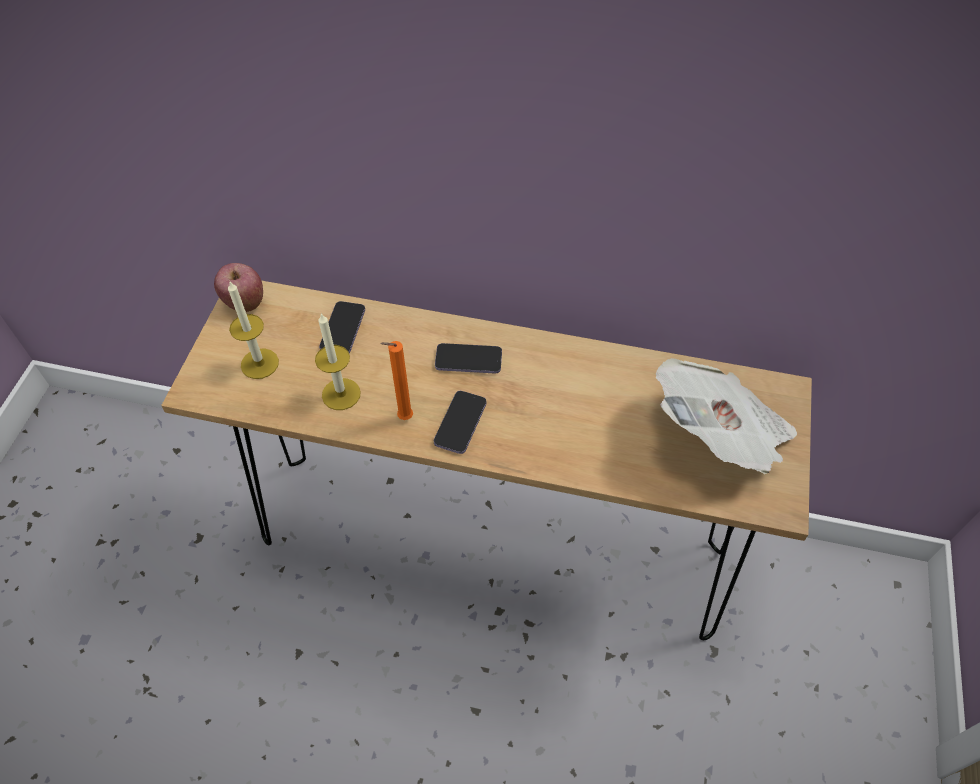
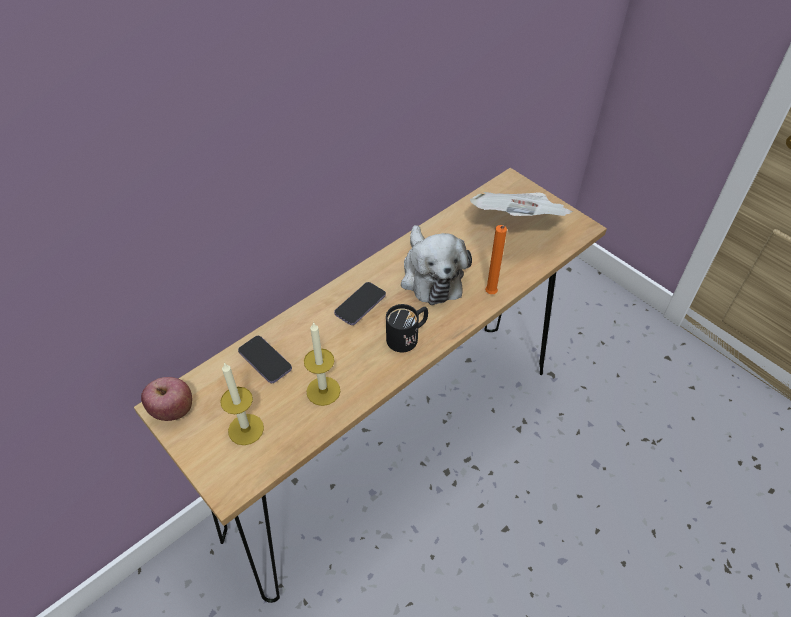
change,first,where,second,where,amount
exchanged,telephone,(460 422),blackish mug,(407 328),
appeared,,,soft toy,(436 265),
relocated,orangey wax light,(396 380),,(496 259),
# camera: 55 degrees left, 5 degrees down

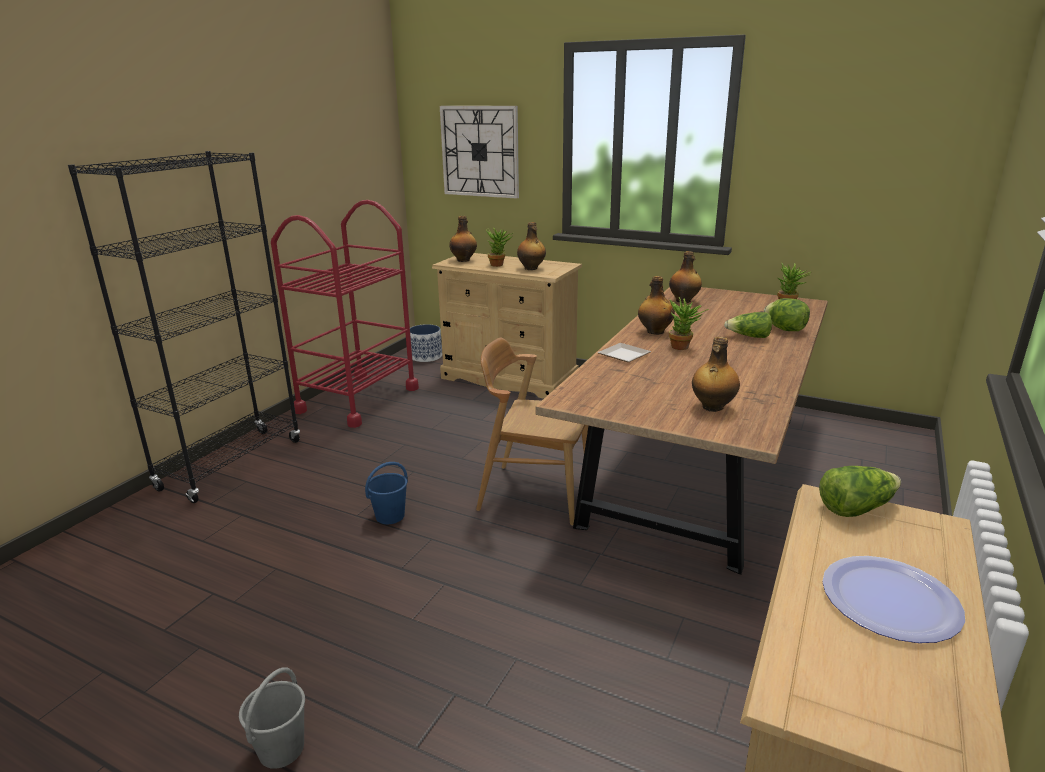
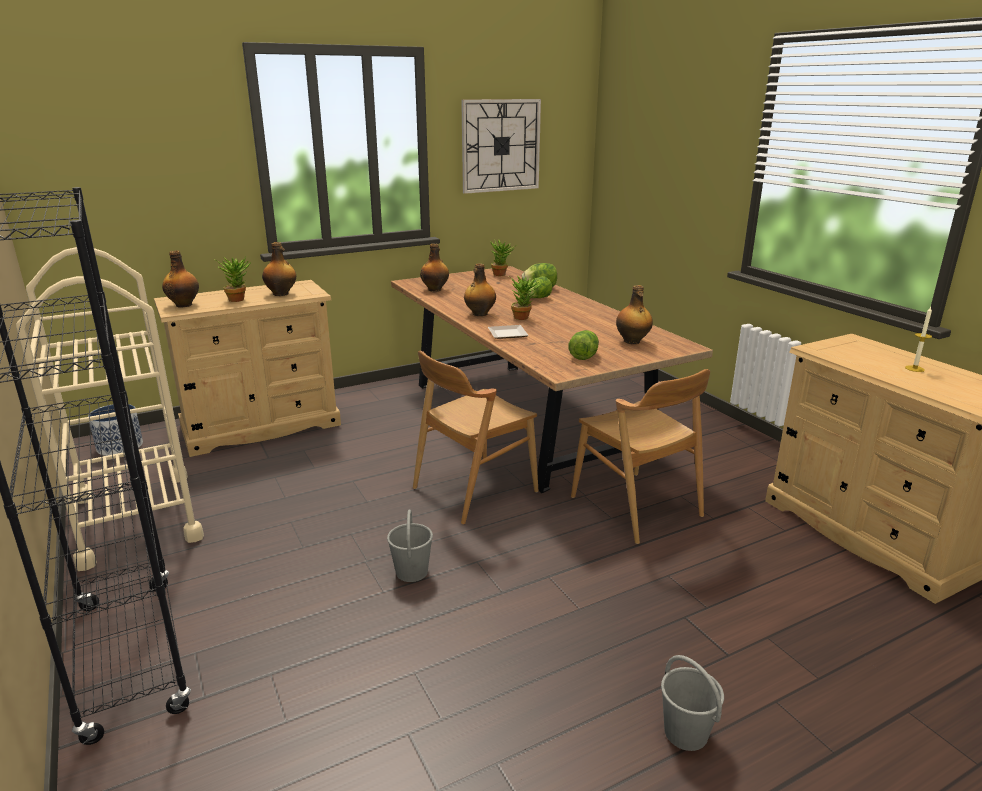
change,first,where,second,where,amount
colour,red-coloured trolley,(345 314),beige trolley,(110 409),
colour,blue bucket,(386 493),greyish bucket,(410 546),
relocated,clock on the wall,(479 152),,(501 146),
relocated,lettuce,(860 491),,(584 345),
appeared,,,brown plain chair,(640 456),
exchanged,flat dish,(894 599),wax light,(918 339),
# camera: 55 degrees left, 0 degrees up

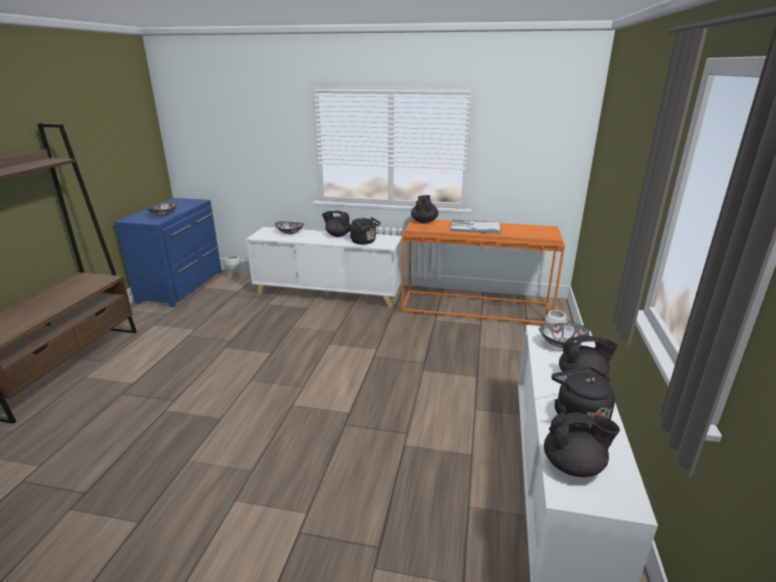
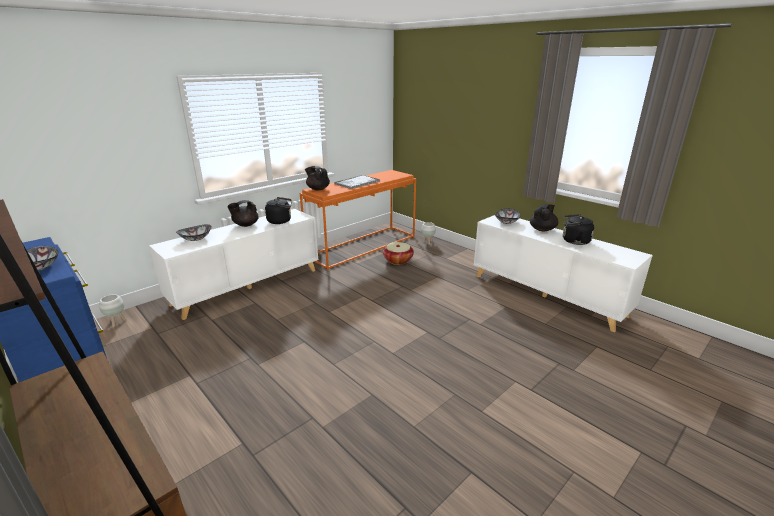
change,first,where,second,where,amount
appeared,,,basket,(398 253),
missing,blackish teapot,(582 445),,,
# camera: 55 degrees left, 0 degrees up

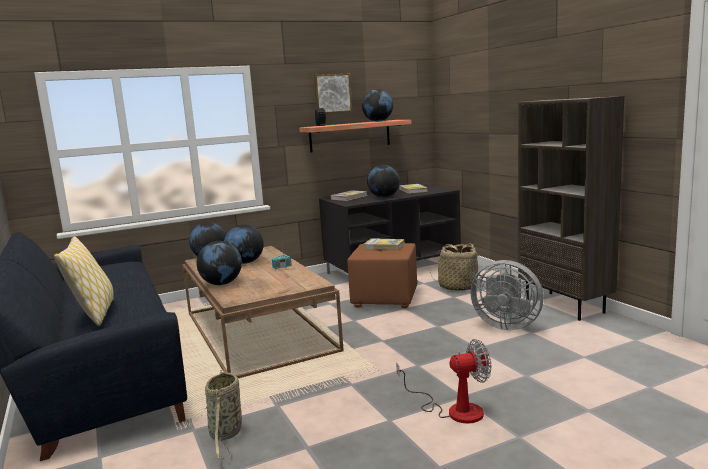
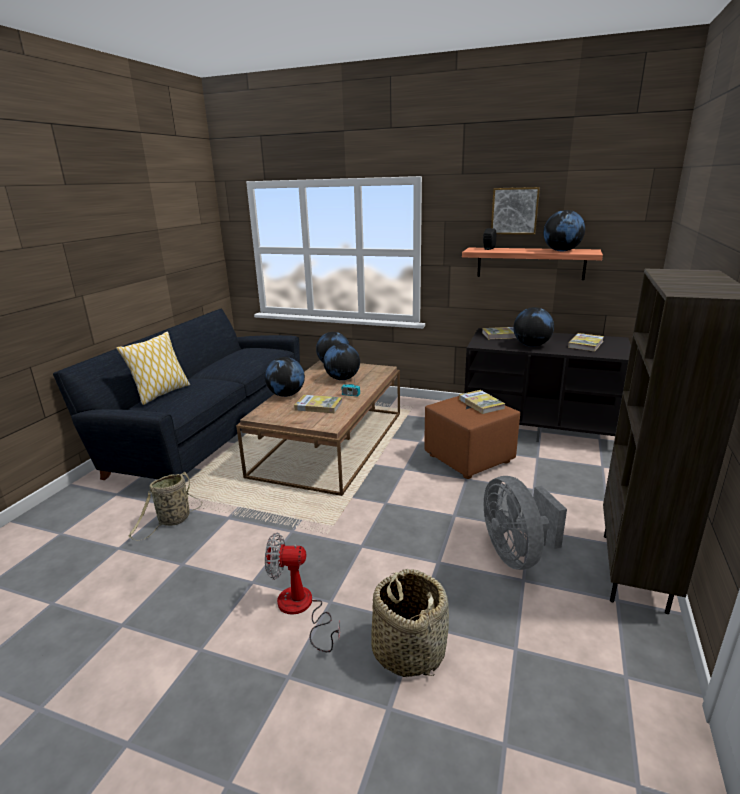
change,first,where,second,where,amount
spun,electric fan,(443 381),,(302 592),150 degrees clockwise
appeared,,,bound book,(318 404),
relocated,basket,(455 267),,(410 623),
# camera: 45 degrees right, 10 degrees up

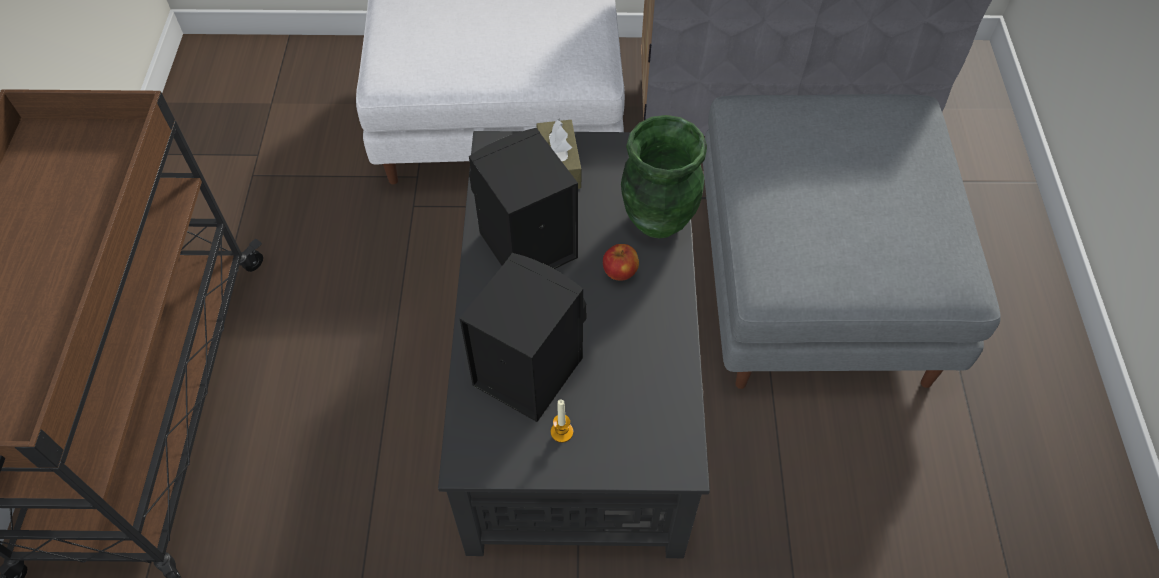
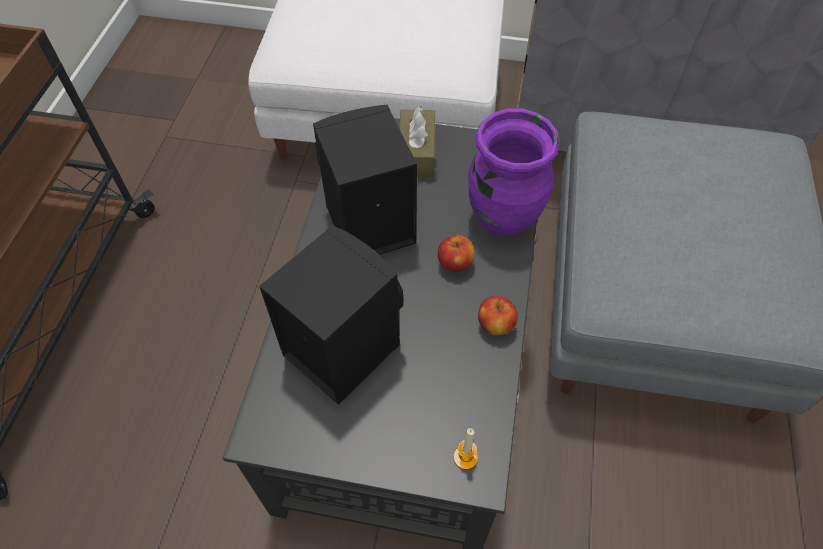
change,first,where,second,where,amount
relocated,wax light,(562 421),,(465 449),
colour,greenish flower vase,(664 176),purple flower vase,(514 172),
appeared,,,whole apple,(498 315),
# camera: 10 degrees right, 0 degrees up

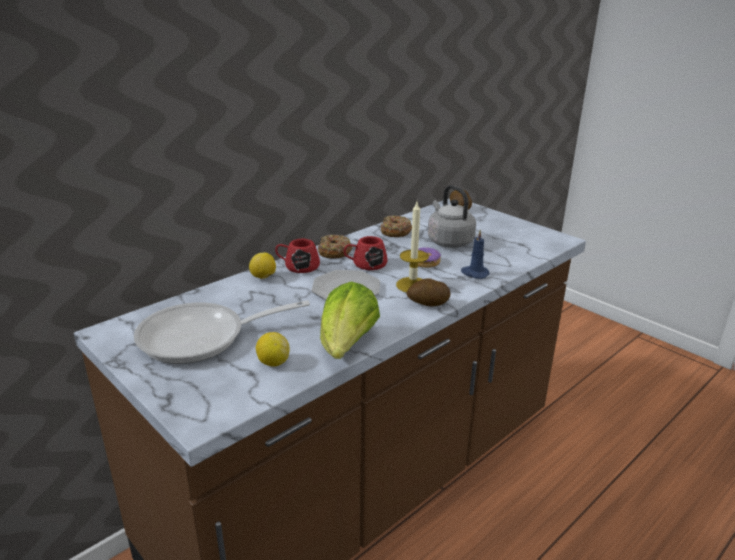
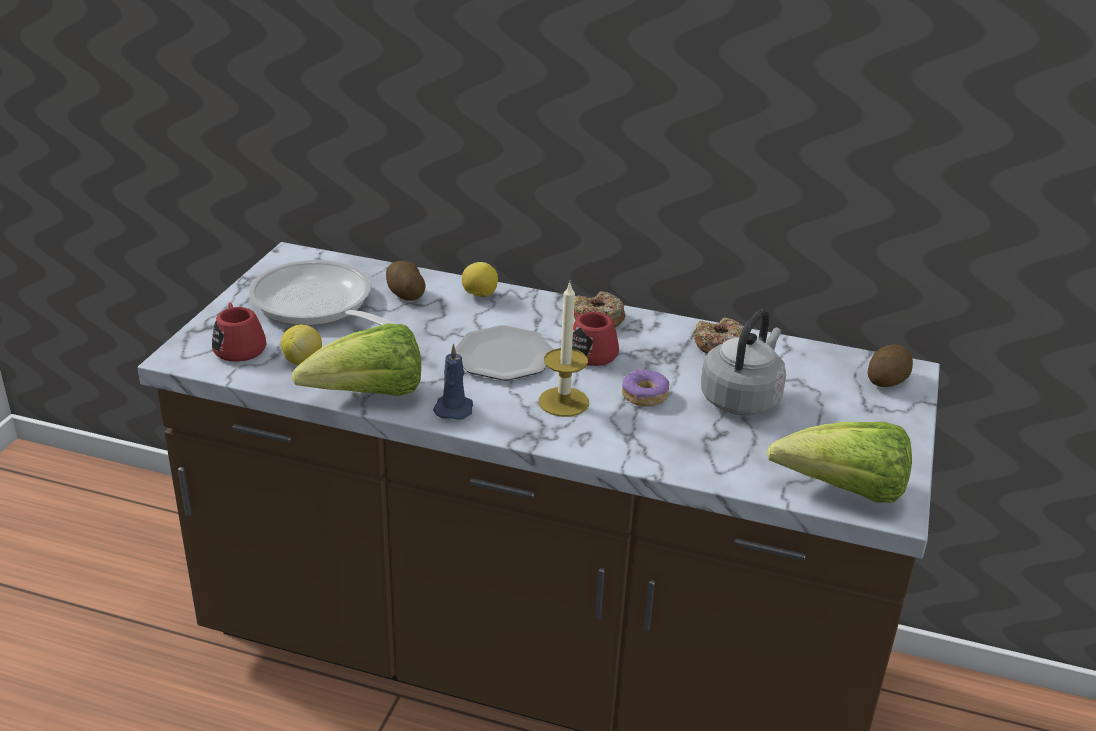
change,first,where,second,where,amount
relocated,red-coloured mug,(297 256),,(239 332),
relocated,potato,(428 292),,(405 281),
relocated,blue wax light,(475 254),,(453 381),
appeared,,,lettuce,(839 462),
# camera: 60 degrees right, 5 degrees up

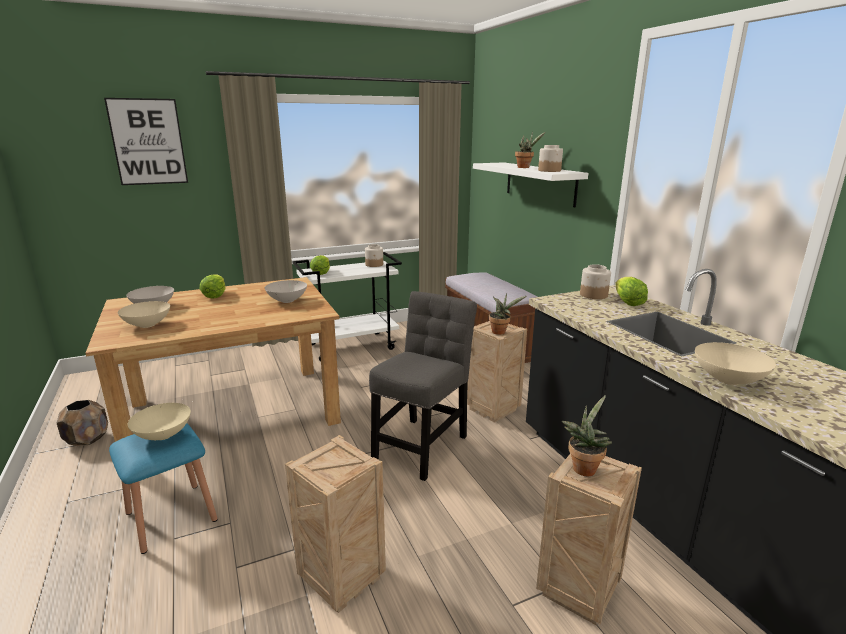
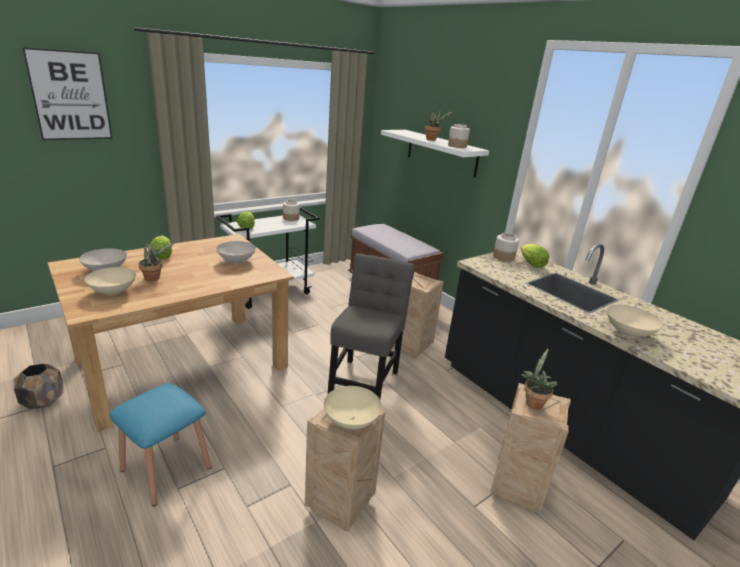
change,first,where,second,where,amount
relocated,potted plant,(507 314),,(156 261),
relocated,beige bowl,(159 421),,(353 408),
# camera: 15 degrees left, 5 degrees up

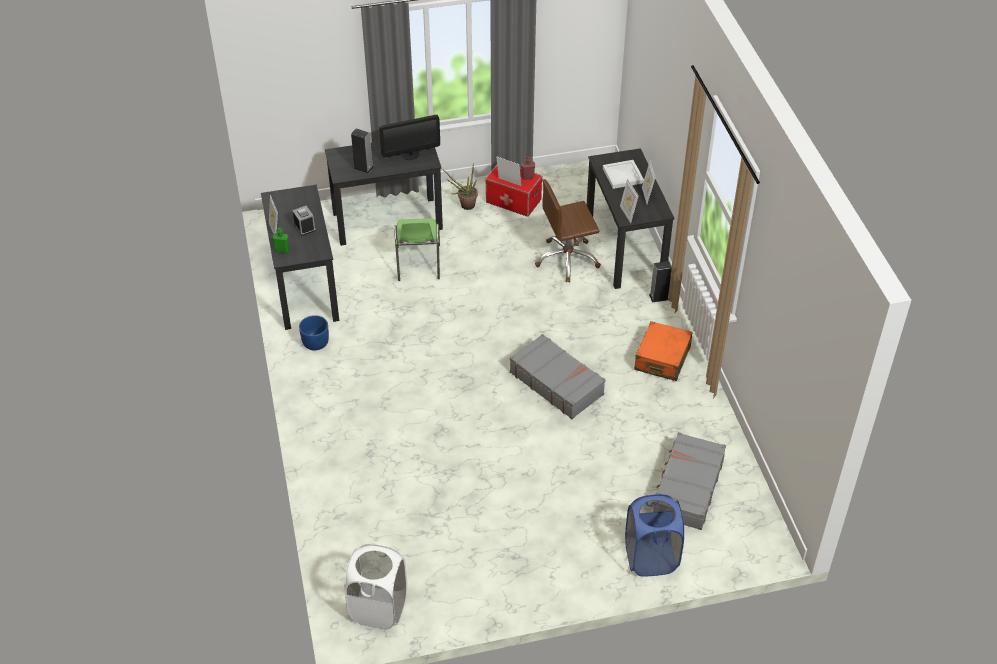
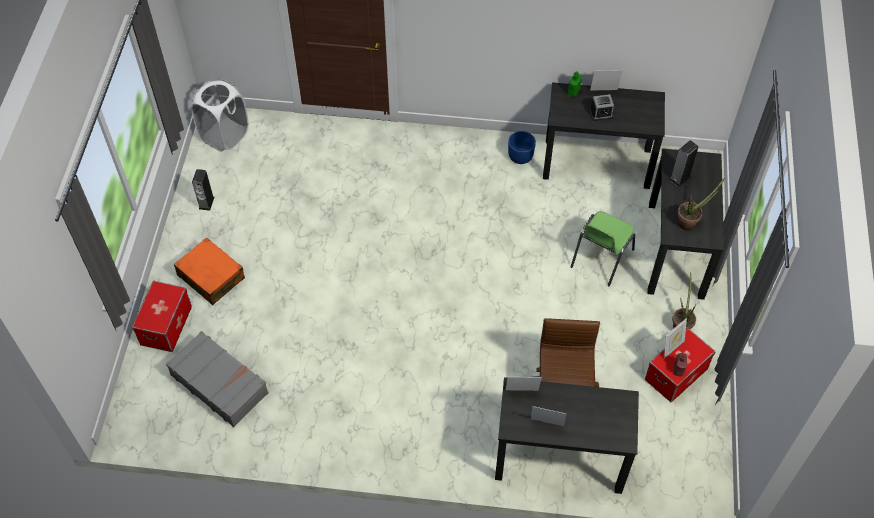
change,first,where,second,where,amount
exchanged,blue hamper,(654 535),storage container,(162 316),
relocated,orangey suitcase,(663 351),,(209 271),
relocated,speaker,(660 282),,(203 190),
spun,greenish plain chair,(417 249),,(603 248),75 degrees counterclockwise
exchanged,monitor,(409 137),potted plant,(701 204),
missing,greyish suitcase,(557 376),,,
missing,white-coloured carrying tray,(623 174),,,
# camera: 110 degrees right, 10 degrees up

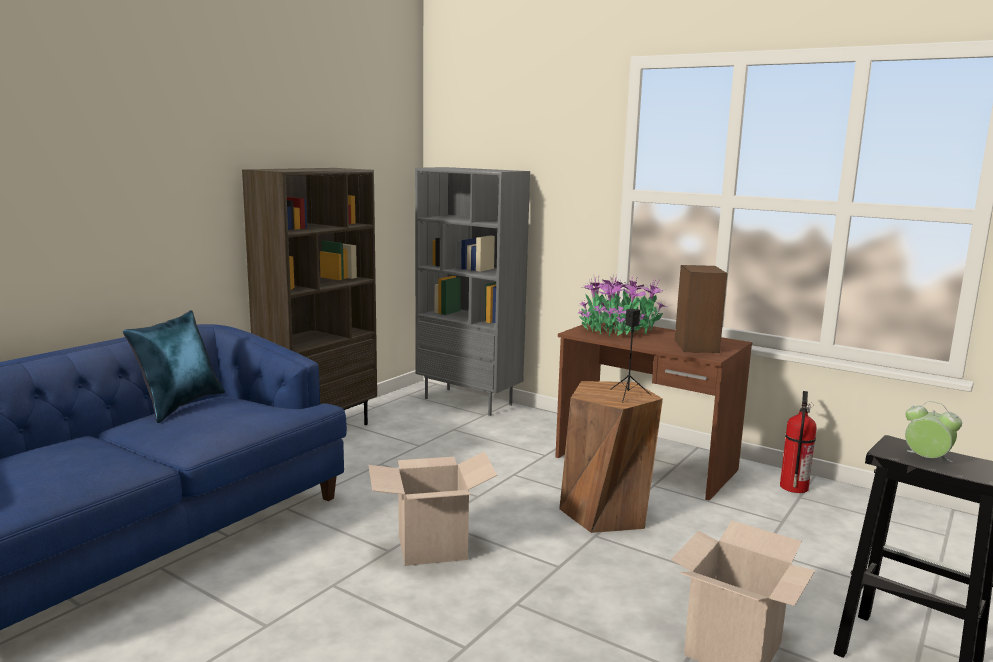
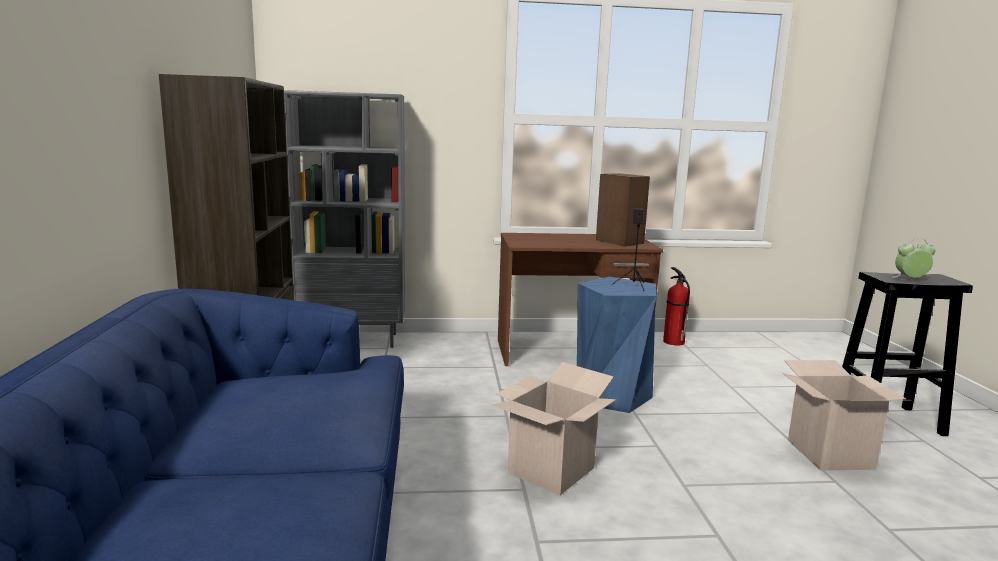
change,first,where,second,where,amount
colour,brown sitting stool,(611 457),blue sitting stool,(616 345),
missing,blue cushion,(174 366),,,
missing,potted plant,(622 305),,,
# camera: 40 degrees left, 0 degrees up

